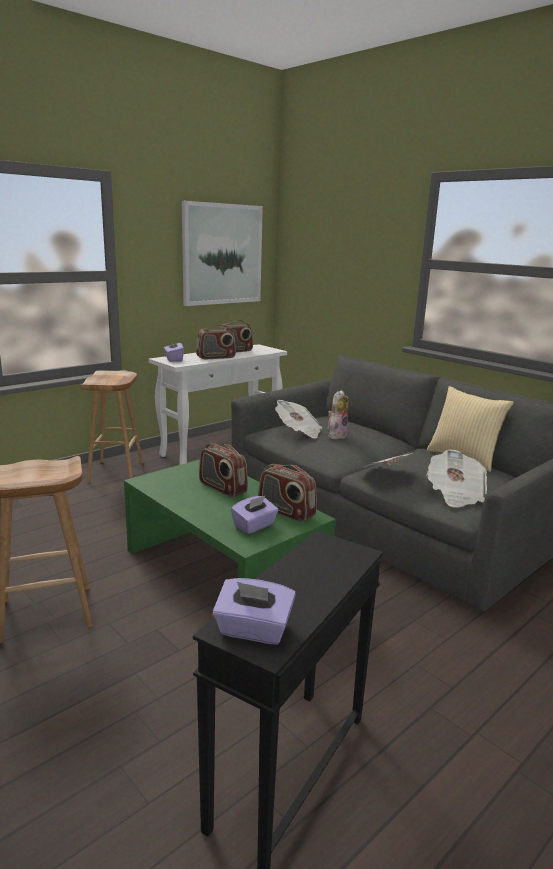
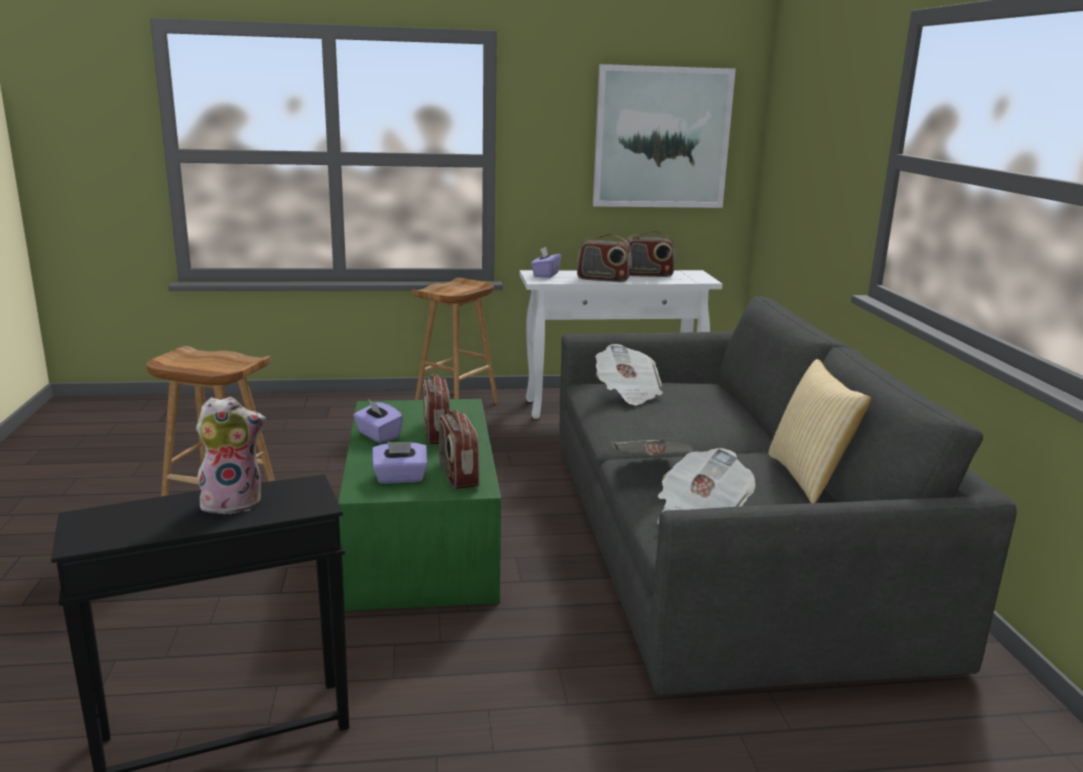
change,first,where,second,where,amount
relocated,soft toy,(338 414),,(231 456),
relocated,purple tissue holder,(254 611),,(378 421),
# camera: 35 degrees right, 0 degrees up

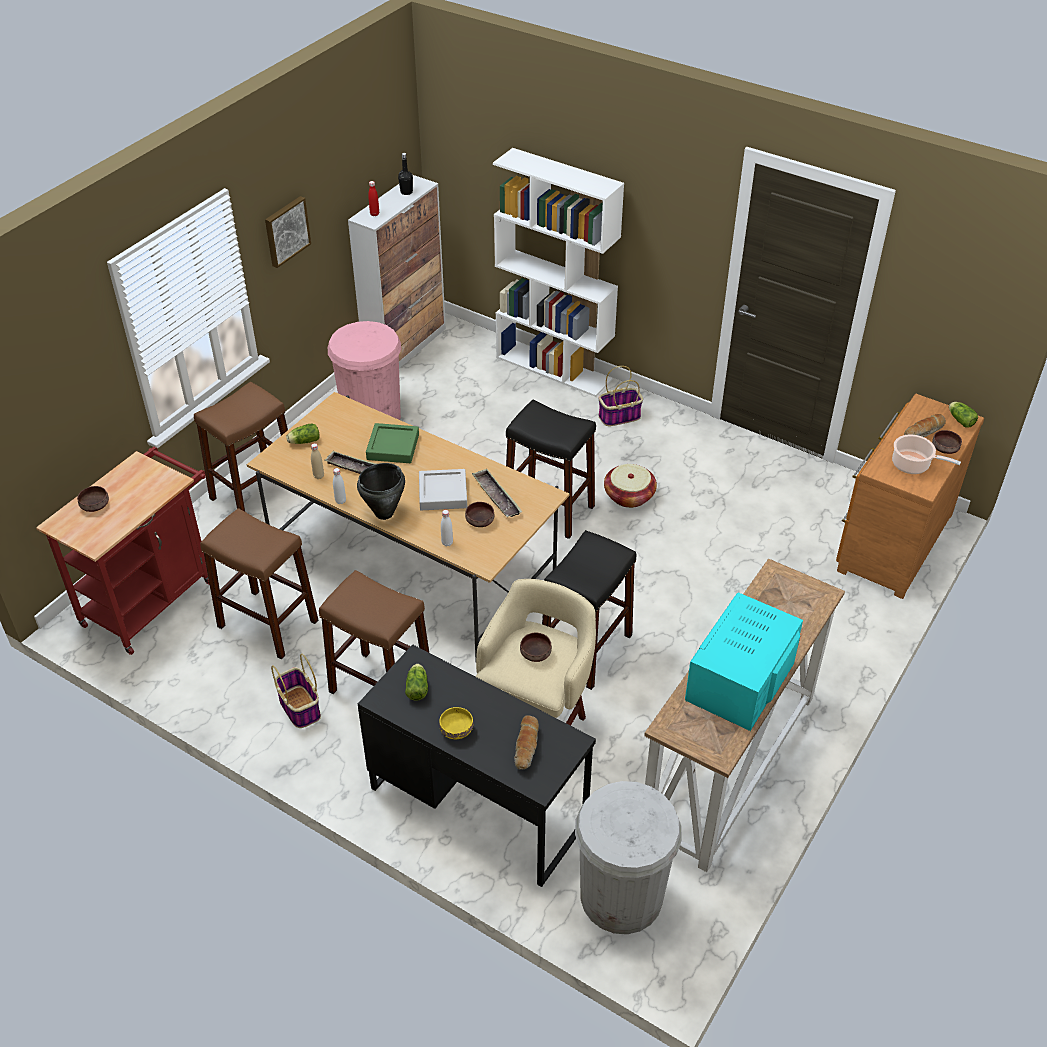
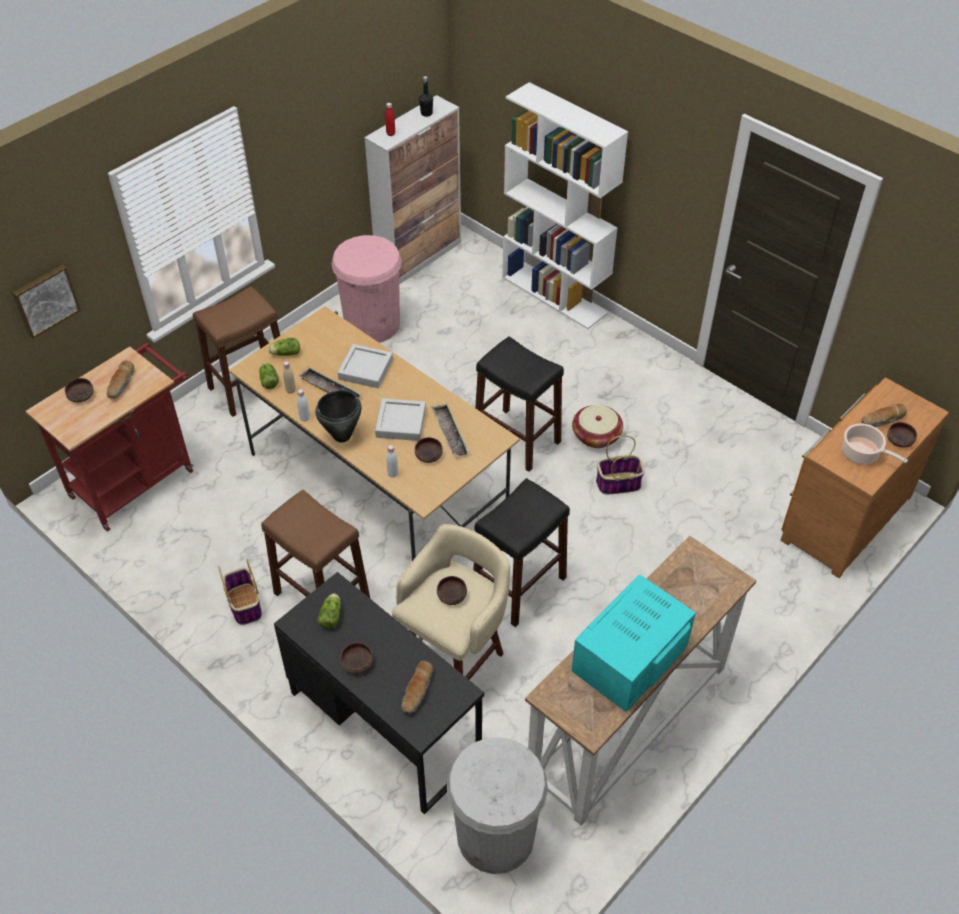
change,first,where,second,where,amount
relocated,picture,(288 232),,(46 302),
appeared,,,bakery bread,(120 379),
relocated,lettuce,(963 415),,(269 375),
colour,greenish carrying tray,(392 443),greyish carrying tray,(365 366),
colour,yellow bowl,(456 723),brown bowl,(357 658),
relocated,basket,(620 396),,(620 464),
missing,brown sitting stool,(259 583),,,
# camera: 10 degrees right, 5 degrees up

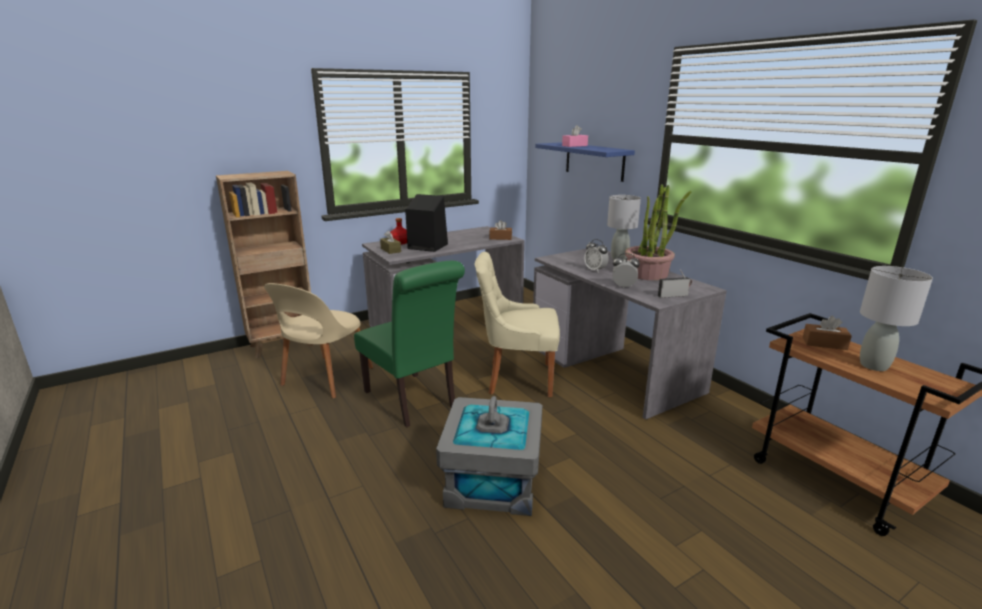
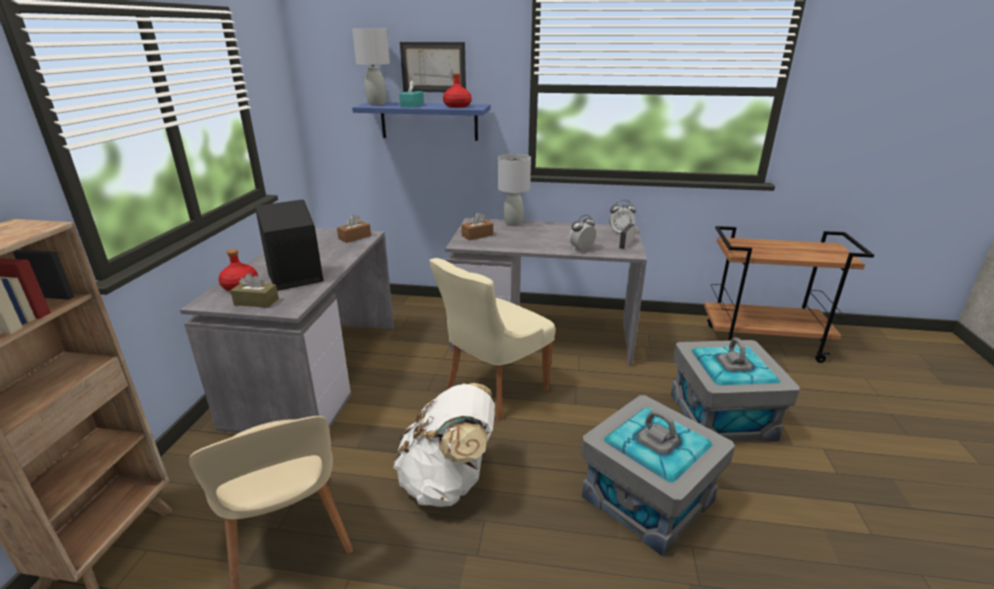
change,first,where,second,where,amount
relocated,greyish tabletop lamp,(896 318),,(371 67),
exchanged,greenish plain chair,(409 344),white-coloured knapsack,(444 445),
colour,pinkish tissue holder,(575 136),blue-green tissue holder,(411 94),
appeared,,,picture,(433 67),
appeared,,,red-coloured drink bottle,(457 90),
relocated,brown tissue holder,(827 333),,(477 226),
relocated,bedside clock,(596 255),,(622 217),
appeared,,,greyish storage container,(735 389),
missing,potted plant,(658 232),,,
# camera: 50 degrees left, 5 degrees up

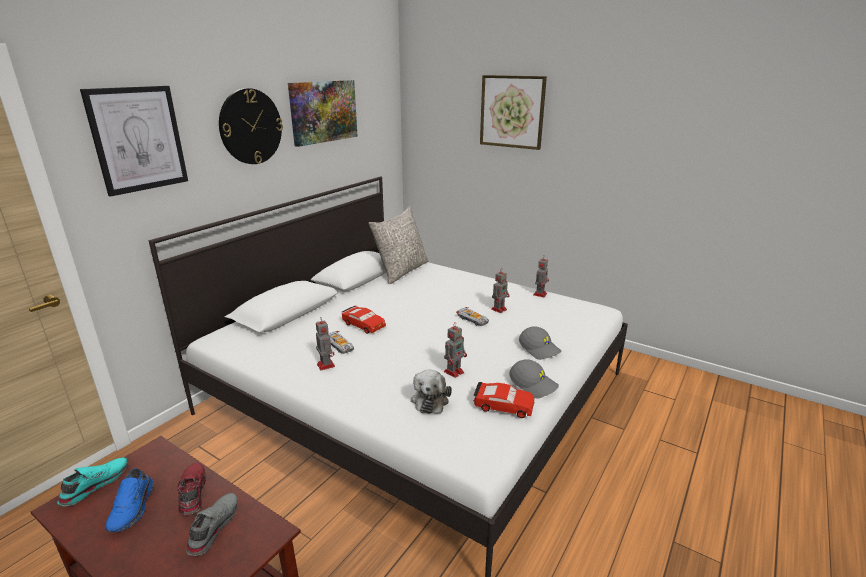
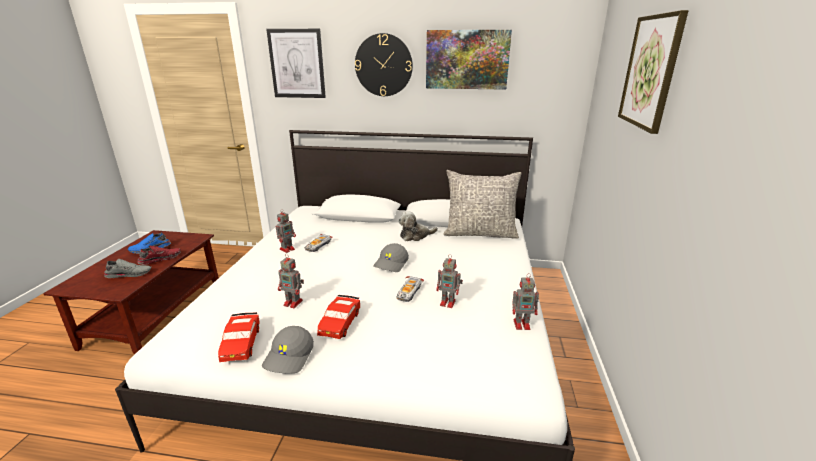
change,first,where,second,where,amount
relocated,red-coloured toy car,(364 320),,(338 317),
relocated,greyish cap,(540 343),,(391 257),
relocated,soft toy,(431 392),,(418 226),
missing,blue-green shoe,(92 481),,,
# camera: 65 degrees right, 0 degrees up

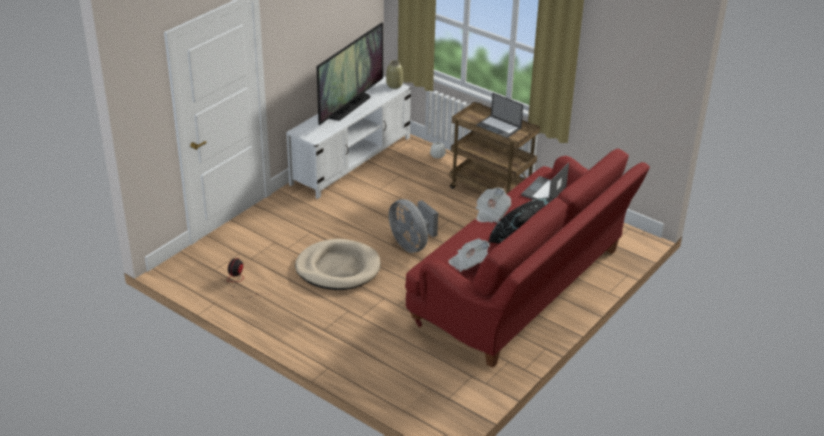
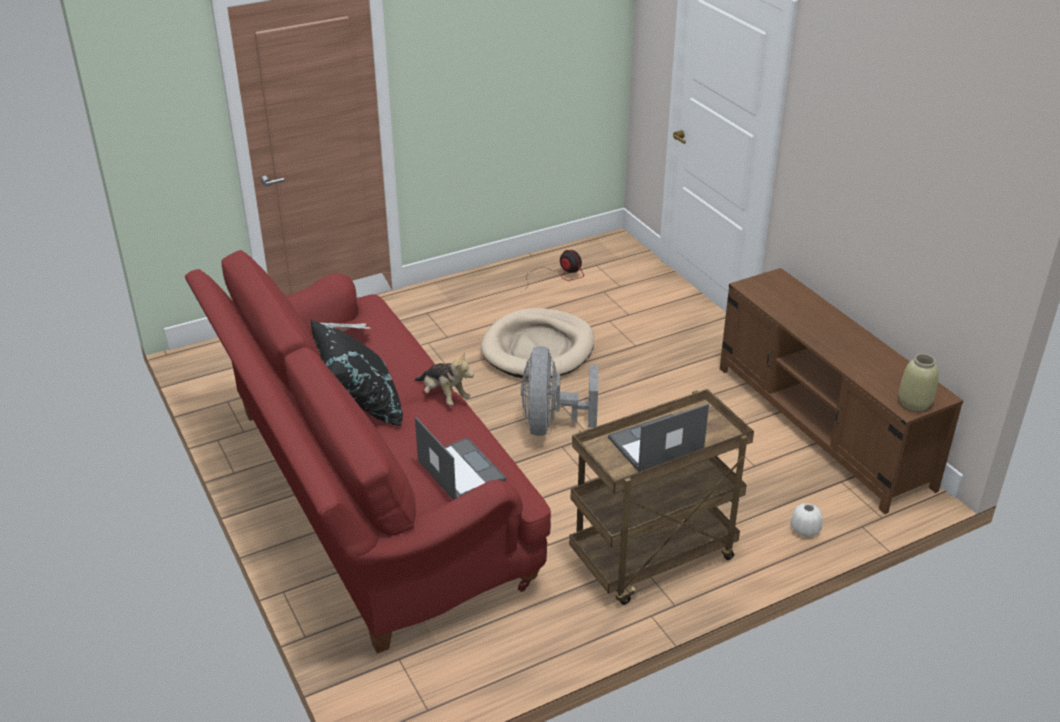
change,first,where,second,where,amount
exchanged,daily paper,(493 205),soft toy,(444 378),
spun,greyish electric fan,(413 226),,(559 391),75 degrees counterclockwise
colour,white-coloured media console,(348 137),brown media console,(841 391),
missing,TV set,(349 73),,,
# camera: 115 degrees right, 0 degrees up

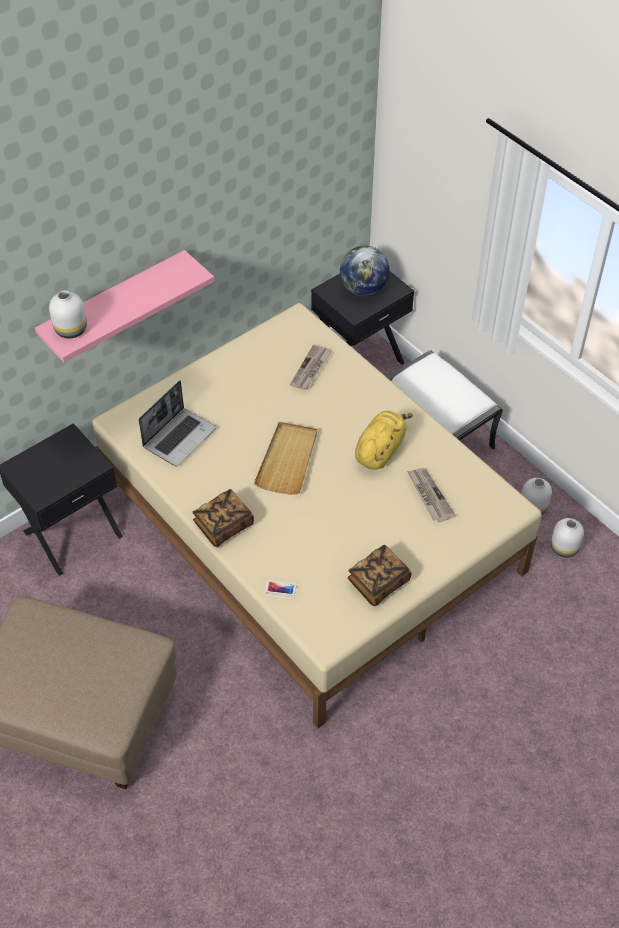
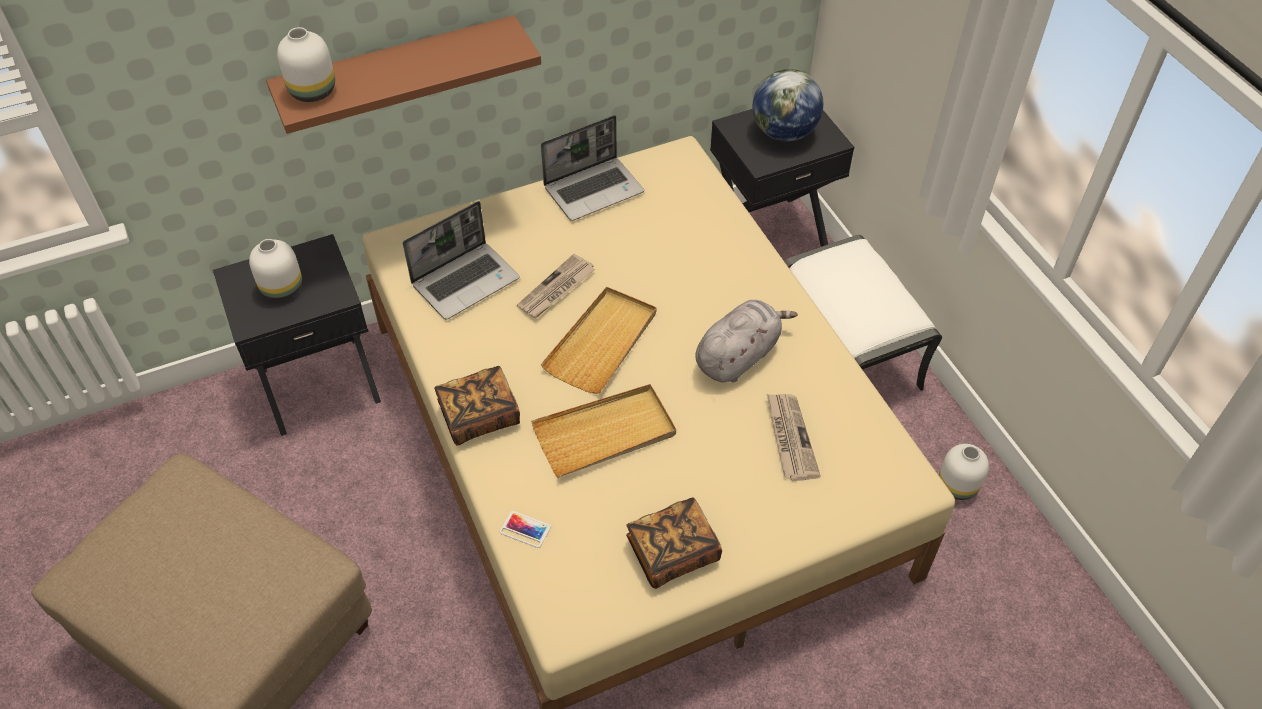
change,first,where,second,where,amount
relocated,white-coloured flower vase,(567 537),,(275 269),
colour,pinkish shelf,(124 306),brown shelf,(403 74),
relocated,daily paper,(310 367),,(556 286),
appeared,,,beige carrying tray,(603 431),
appeared,,,notebook computer,(592 168),
colour,yellow soft toy,(384 440),greyish soft toy,(746 341),
# camera: 15 degrees right, 0 degrees up

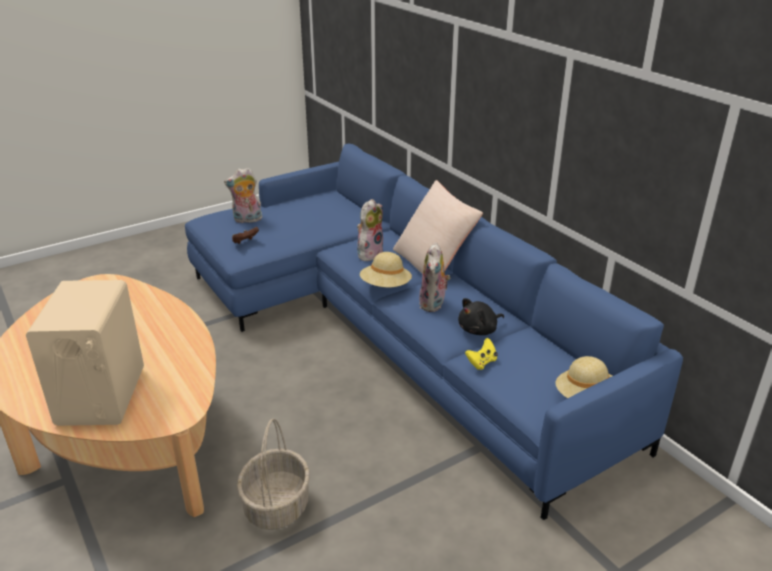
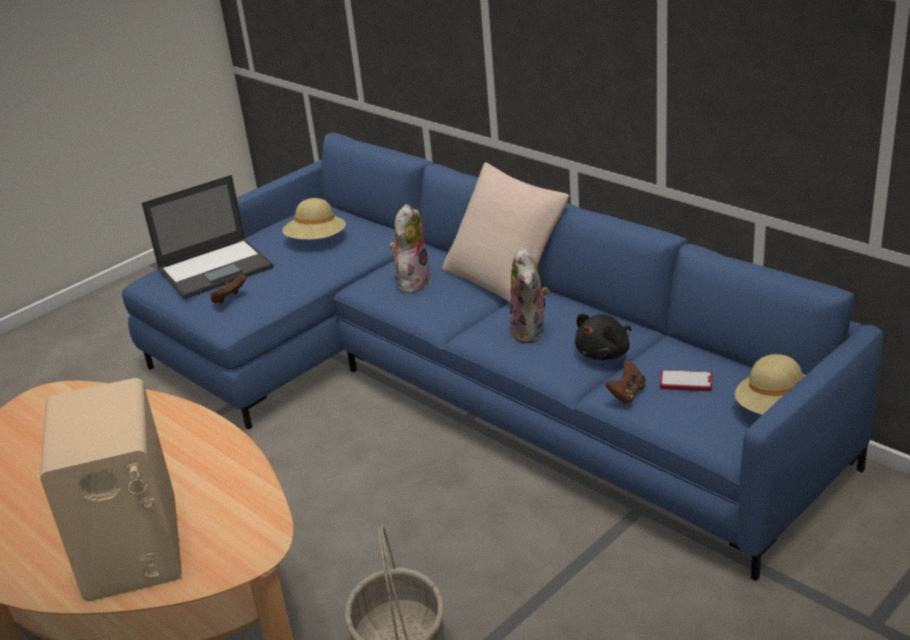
change,first,where,second,where,amount
exchanged,soft toy,(243 195),notebook computer,(208 237),
relocated,beige clothing hat,(386 269),,(314 219),
colour,yellow gamepad,(481 354),brown gamepad,(625 382),
appeared,,,telephone,(686 380),
# camera: 10 degrees left, 0 degrees up

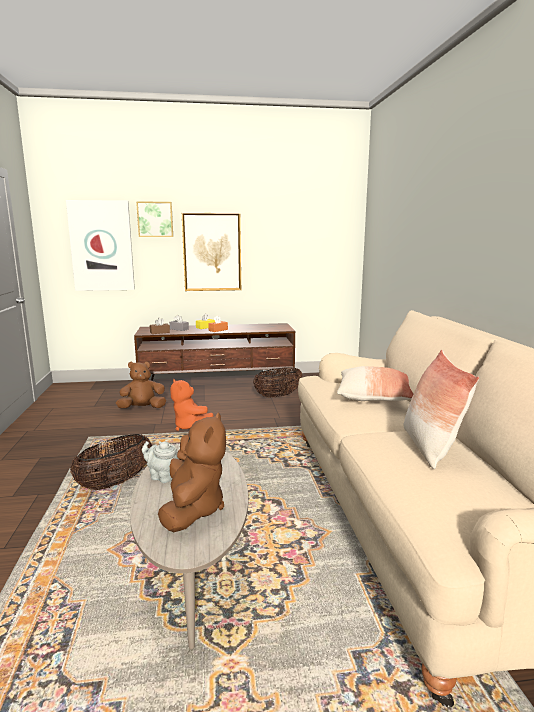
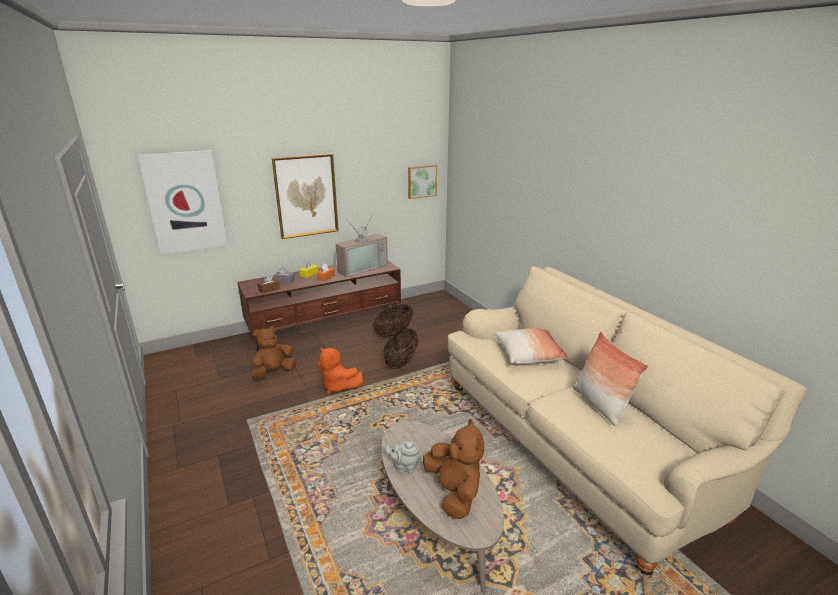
change,first,where,second,where,amount
appeared,,,TV set,(361 244),
relocated,basket,(111 462),,(400 348),
relocated,picture,(154 219),,(422 182),
# camera: 20 degrees left, 10 degrees up

